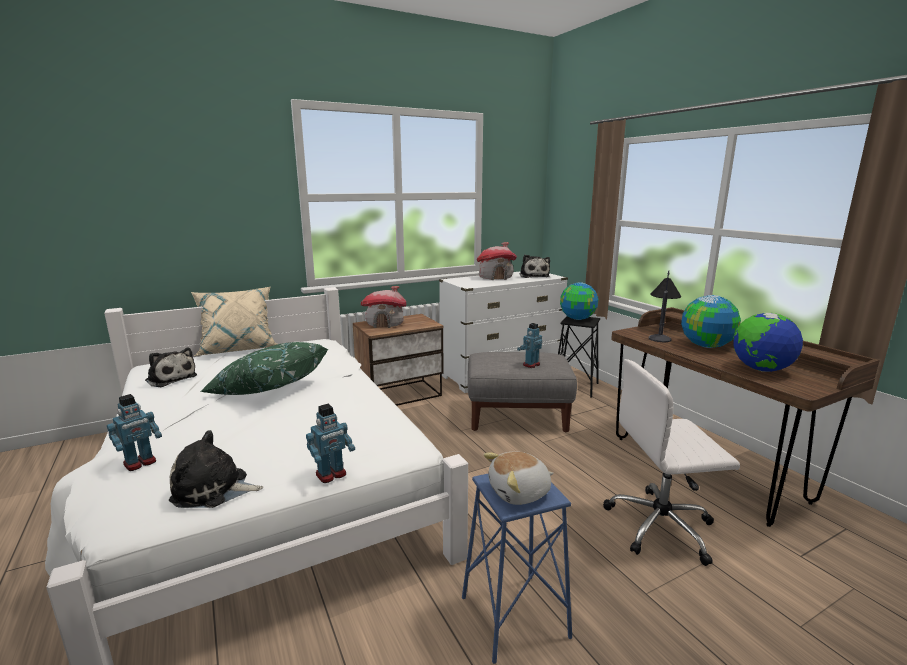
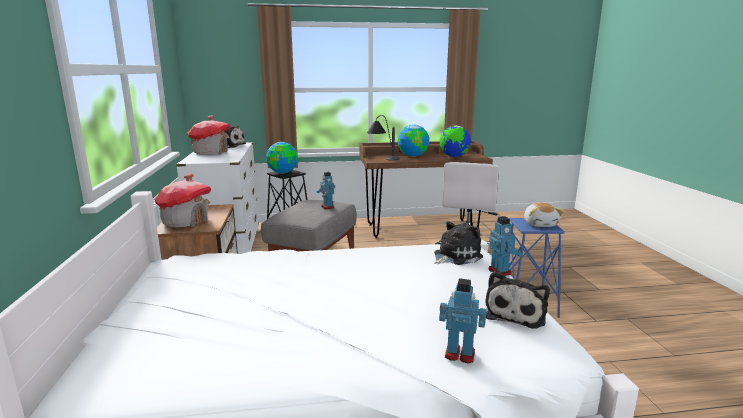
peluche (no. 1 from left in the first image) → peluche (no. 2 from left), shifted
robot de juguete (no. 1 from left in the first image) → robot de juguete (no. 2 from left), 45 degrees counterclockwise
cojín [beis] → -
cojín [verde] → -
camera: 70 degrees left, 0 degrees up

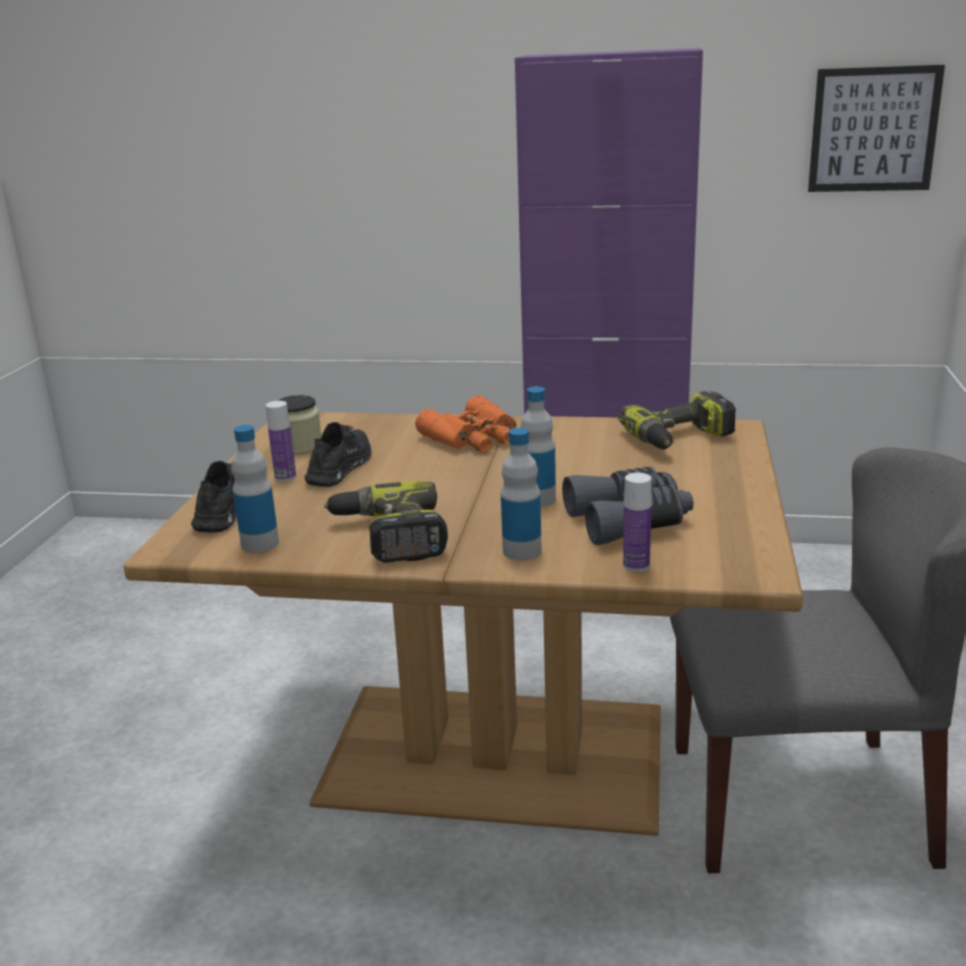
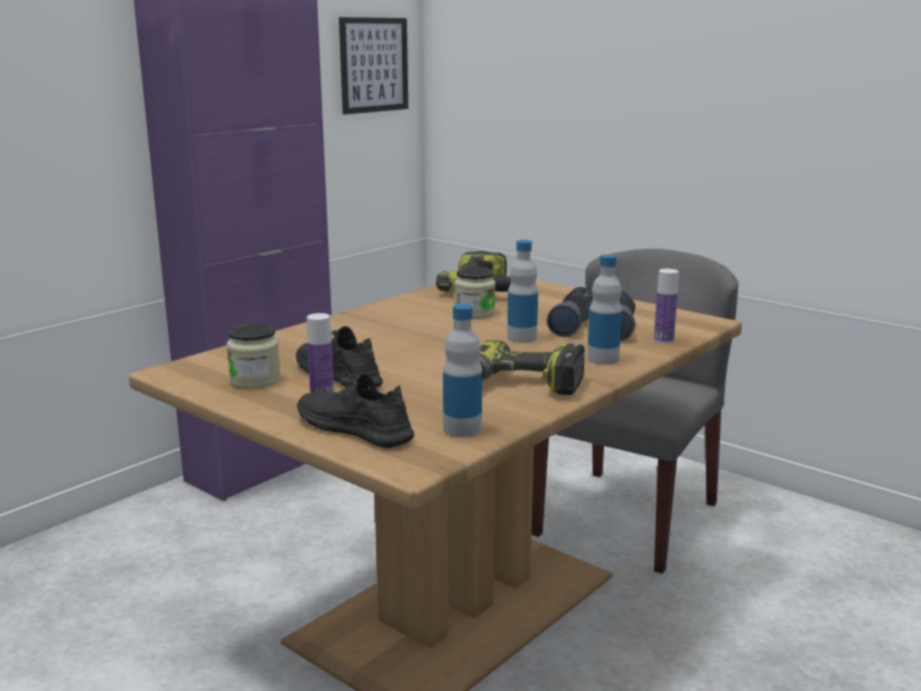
- → tarro (no. 2 from left)
prismáticos [naranja] → -
camera: 60 degrees left, 5 degrees down

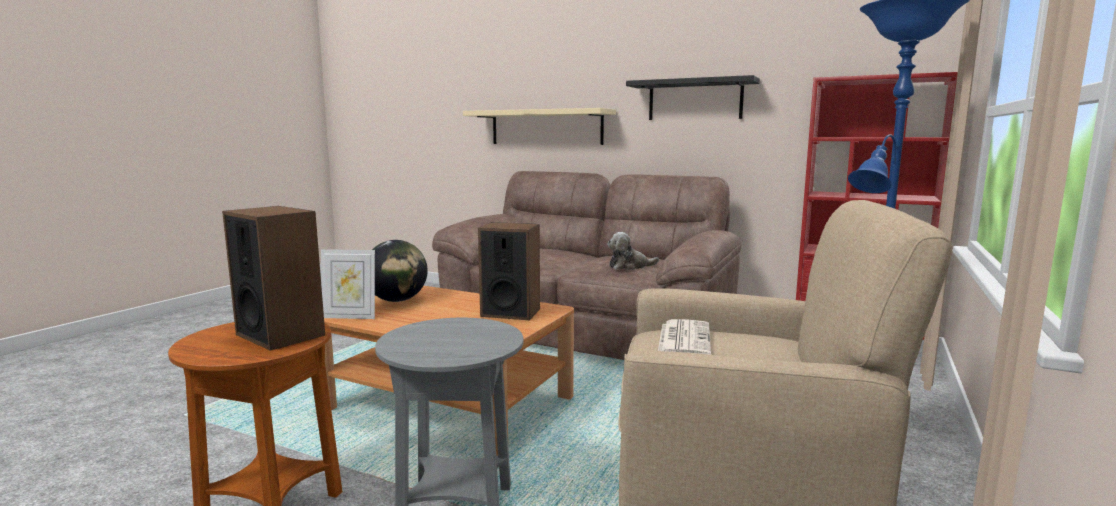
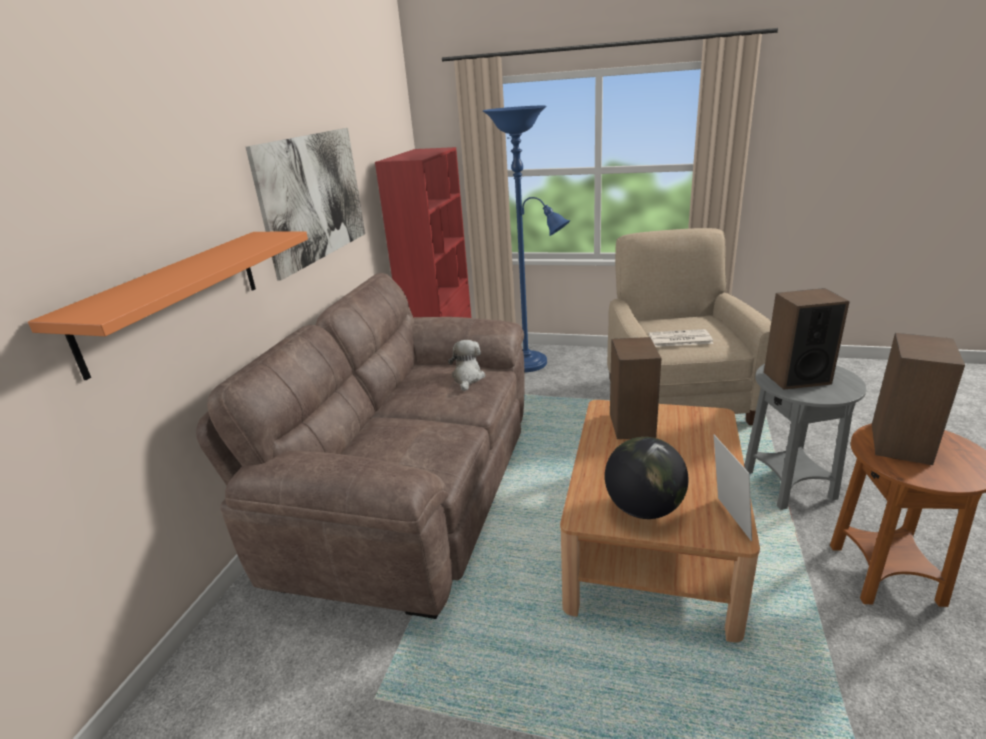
estante [beis] → estante [naranja]
estante [negro] → cuadro
peluche, 150 degrees counterclockwise
- → altavoz (no. 2 from left)
camera: 100 degrees left, 15 degrees up

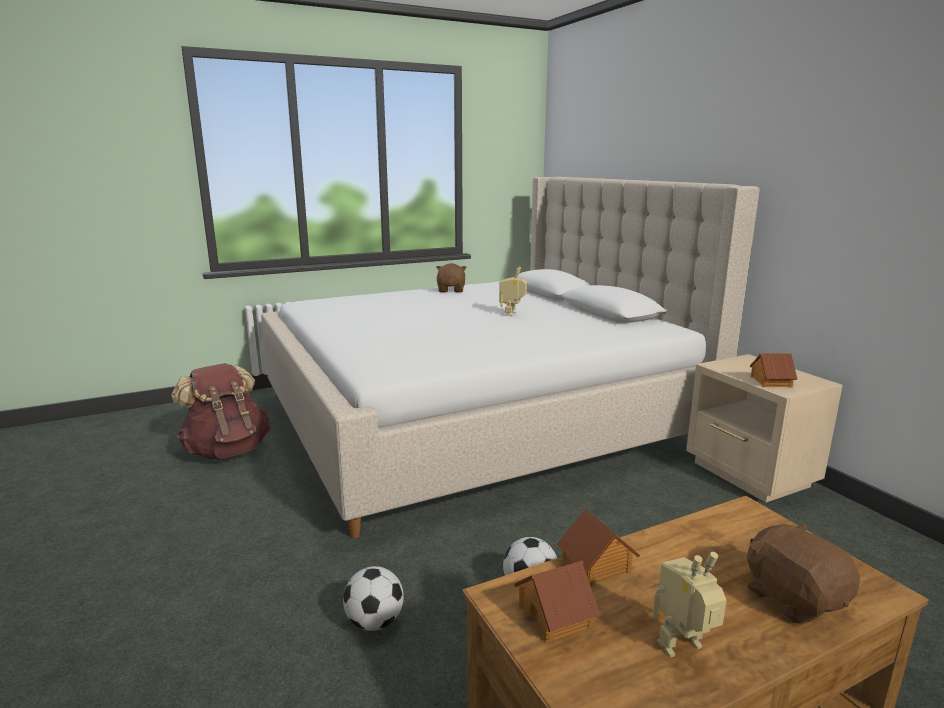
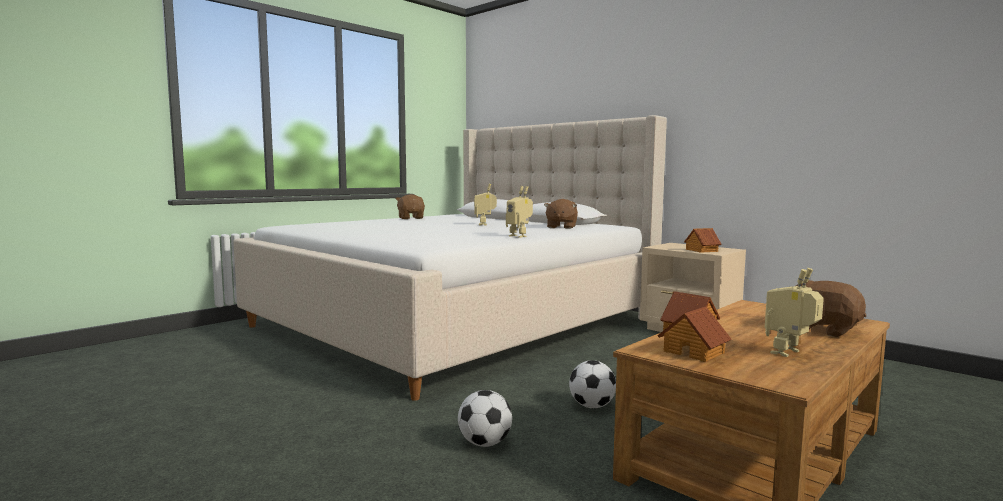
- → robot de juguete (no. 2 from left)
- → peluche [marrón] (no. 2 from left)
mochila [marrón] → -
camera: 20 degrees left, 10 degrees down

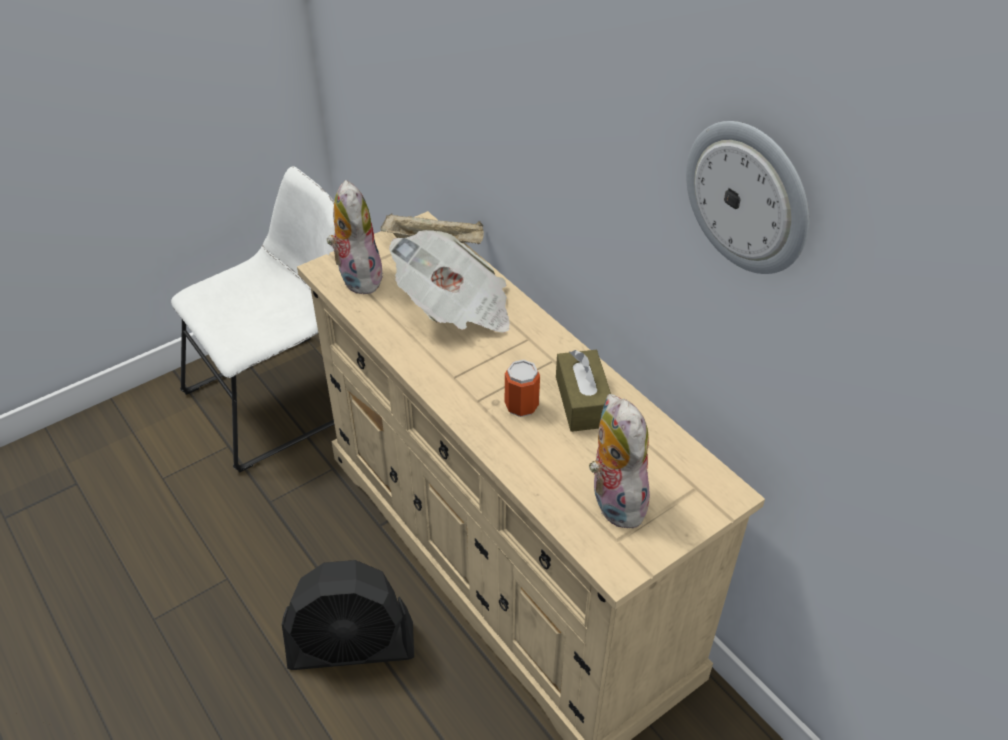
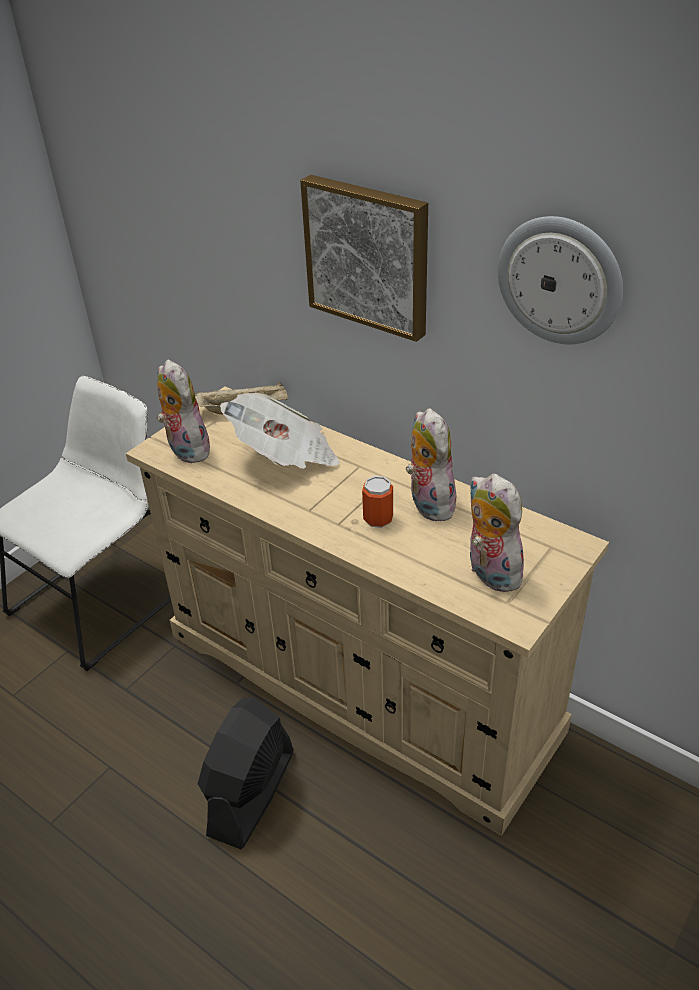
ventilador [negro], 135 degrees clockwise
- → cuadro
caja de pañuelos [marrón] → peluche (no. 2 from left)
camera: 15 degrees left, 5 degrees down

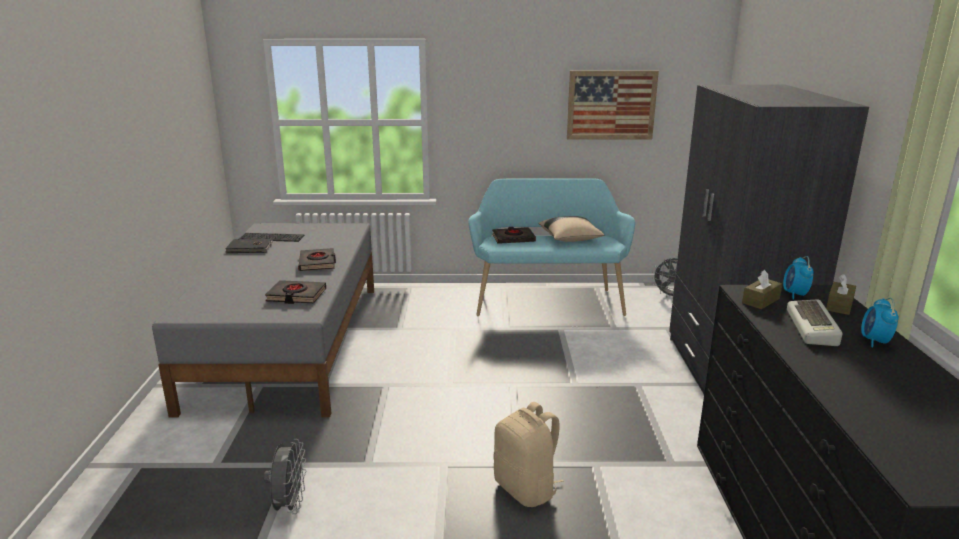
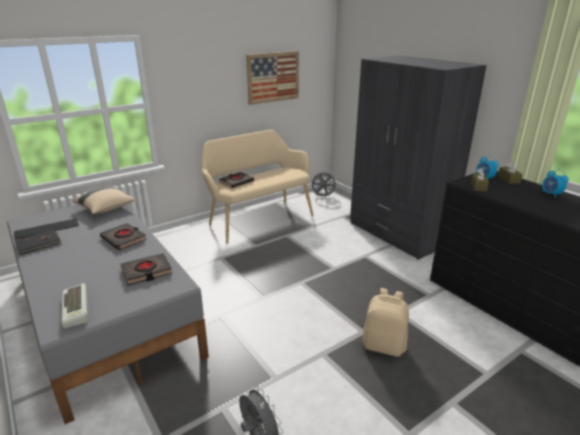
teclado (no. 2 from left), shifted
cojín [beis], shifted
banco [turquesa] → banco [beis]
camera: 35 degrees left, 5 degrees up

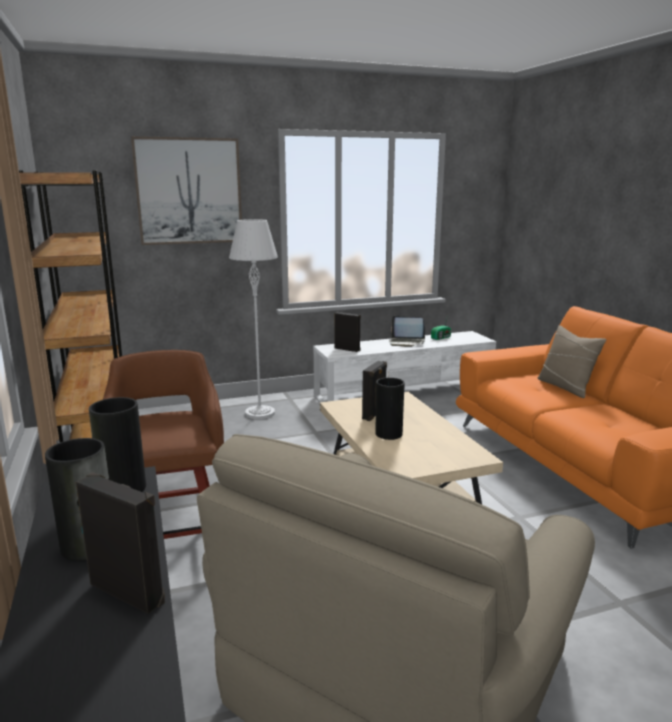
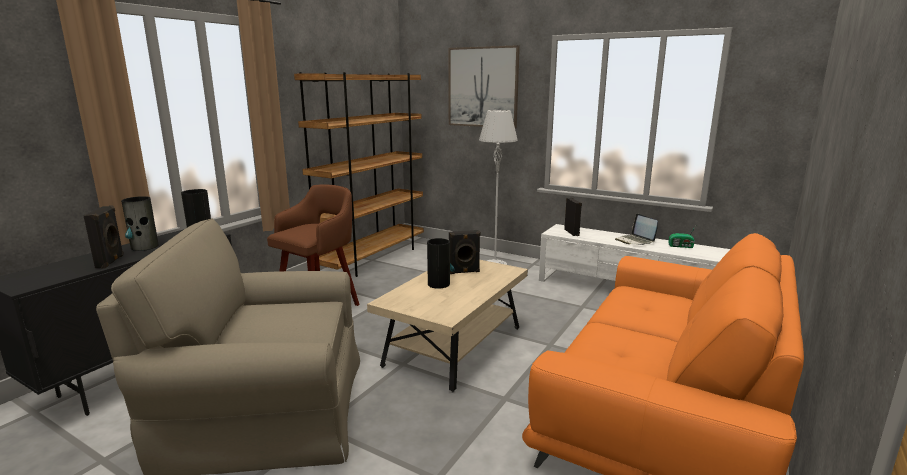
cojín [beis] → -
camera: 50 degrees right, 0 degrees up

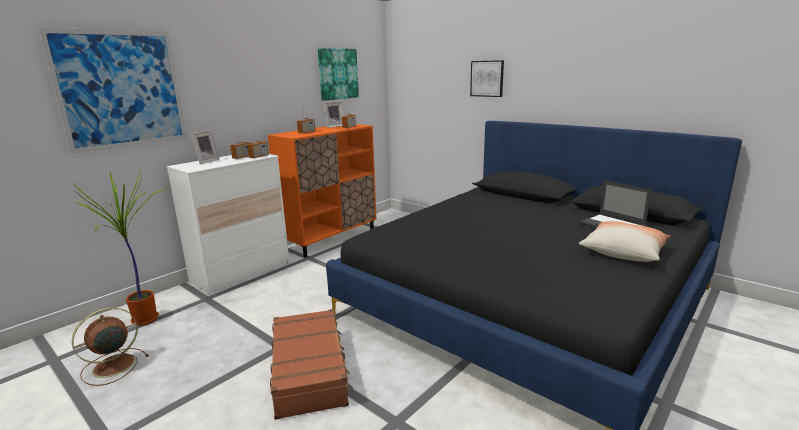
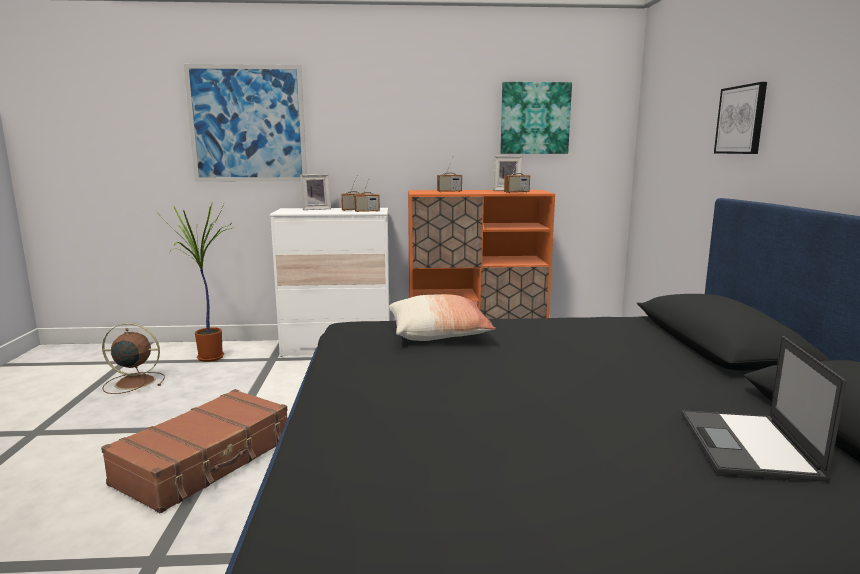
cojín, shifted
camera: 45 degrees right, 5 degrees down

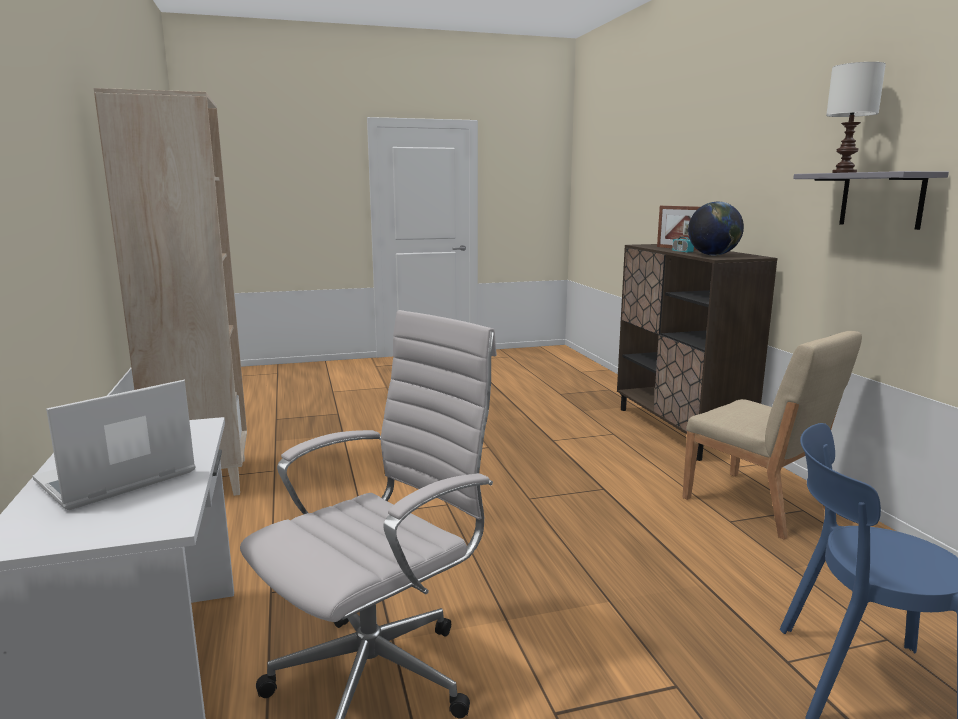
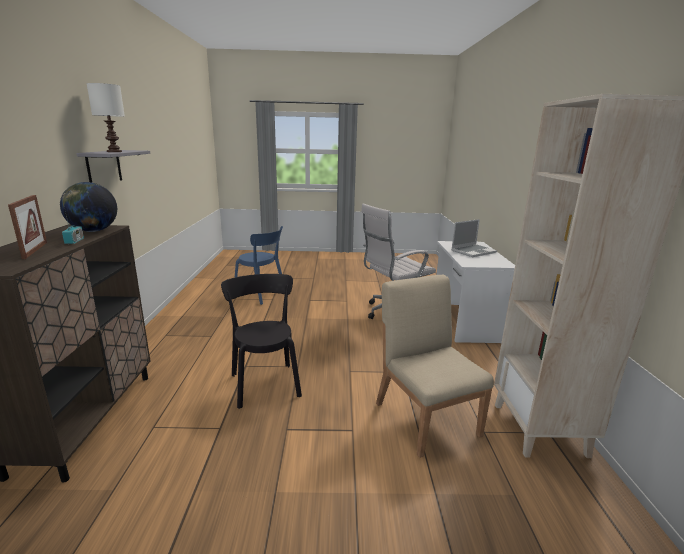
- → silla [negro]
silla [beis], shifted
camera: 165 degrees left, 5 degrees up

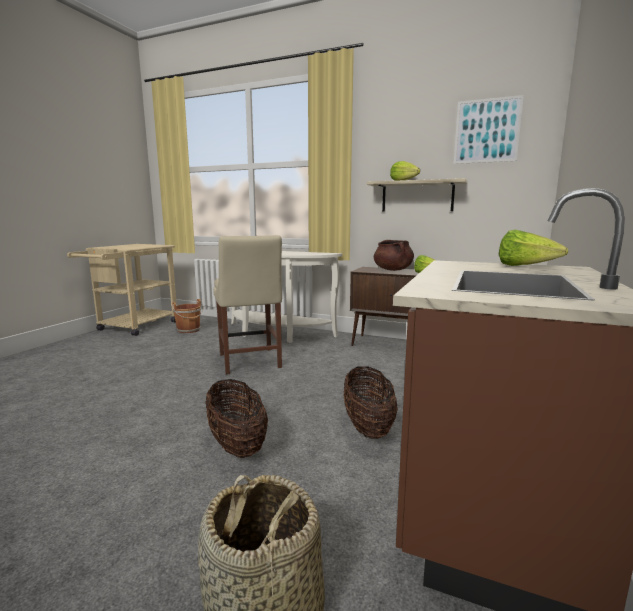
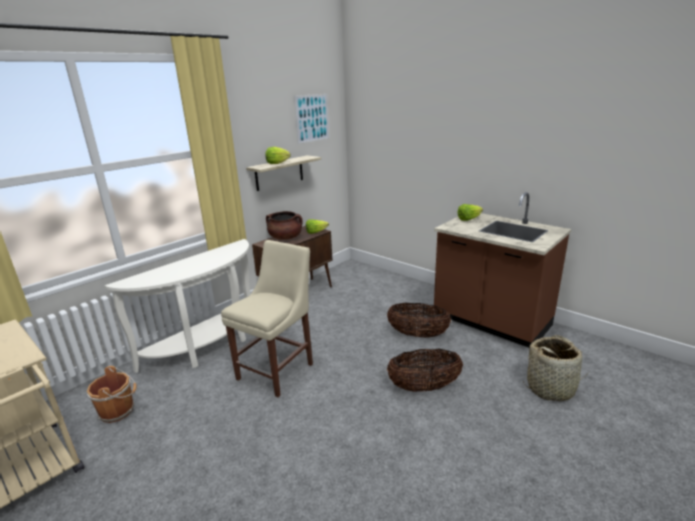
silla [beis], 60 degrees counterclockwise
camera: 70 degrees left, 10 degrees up

